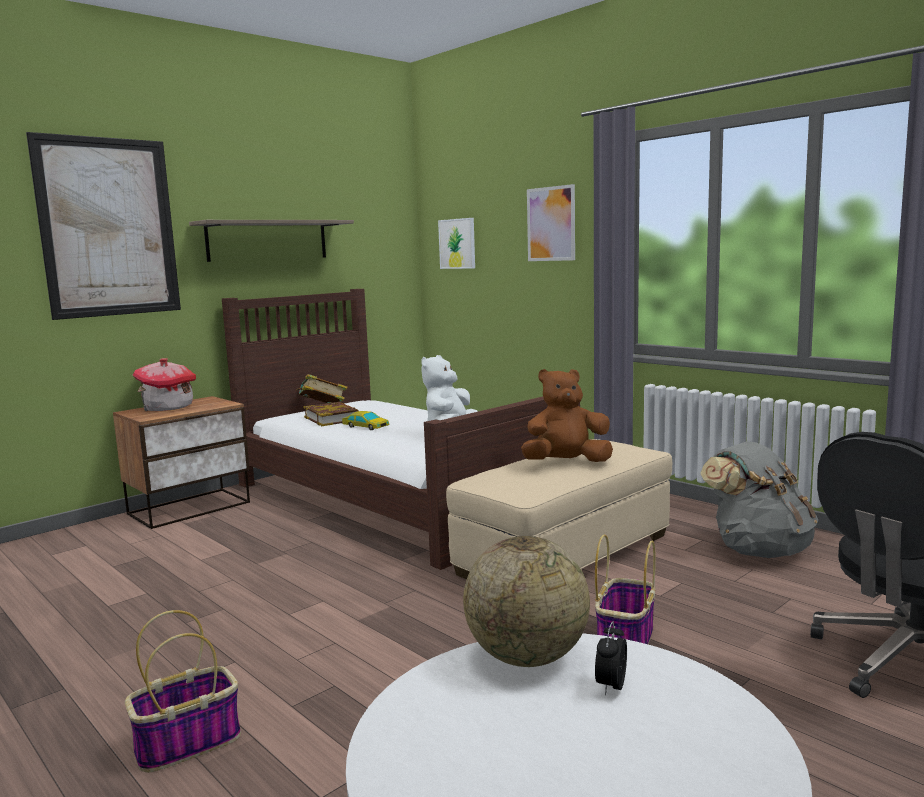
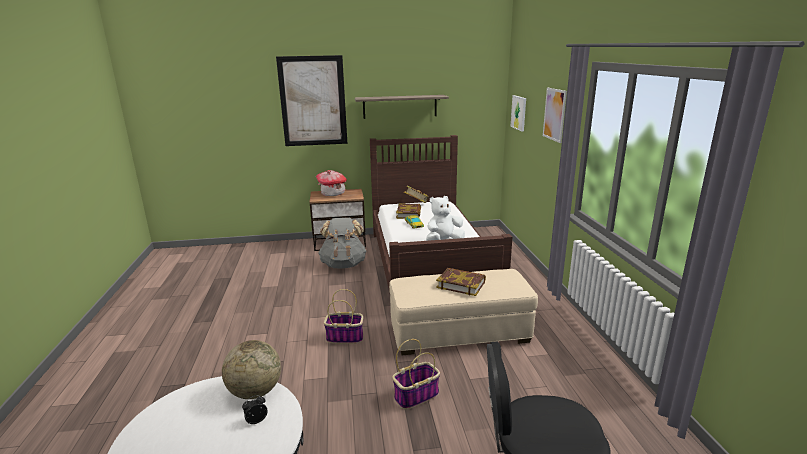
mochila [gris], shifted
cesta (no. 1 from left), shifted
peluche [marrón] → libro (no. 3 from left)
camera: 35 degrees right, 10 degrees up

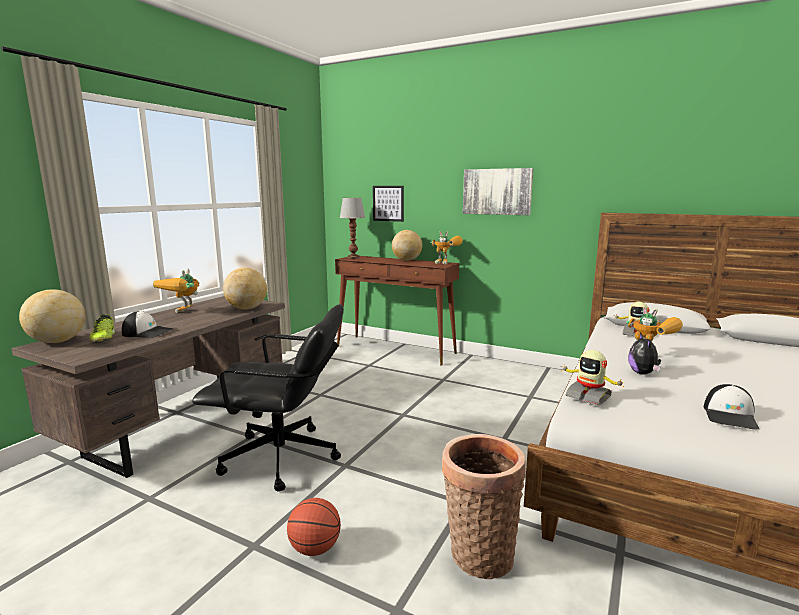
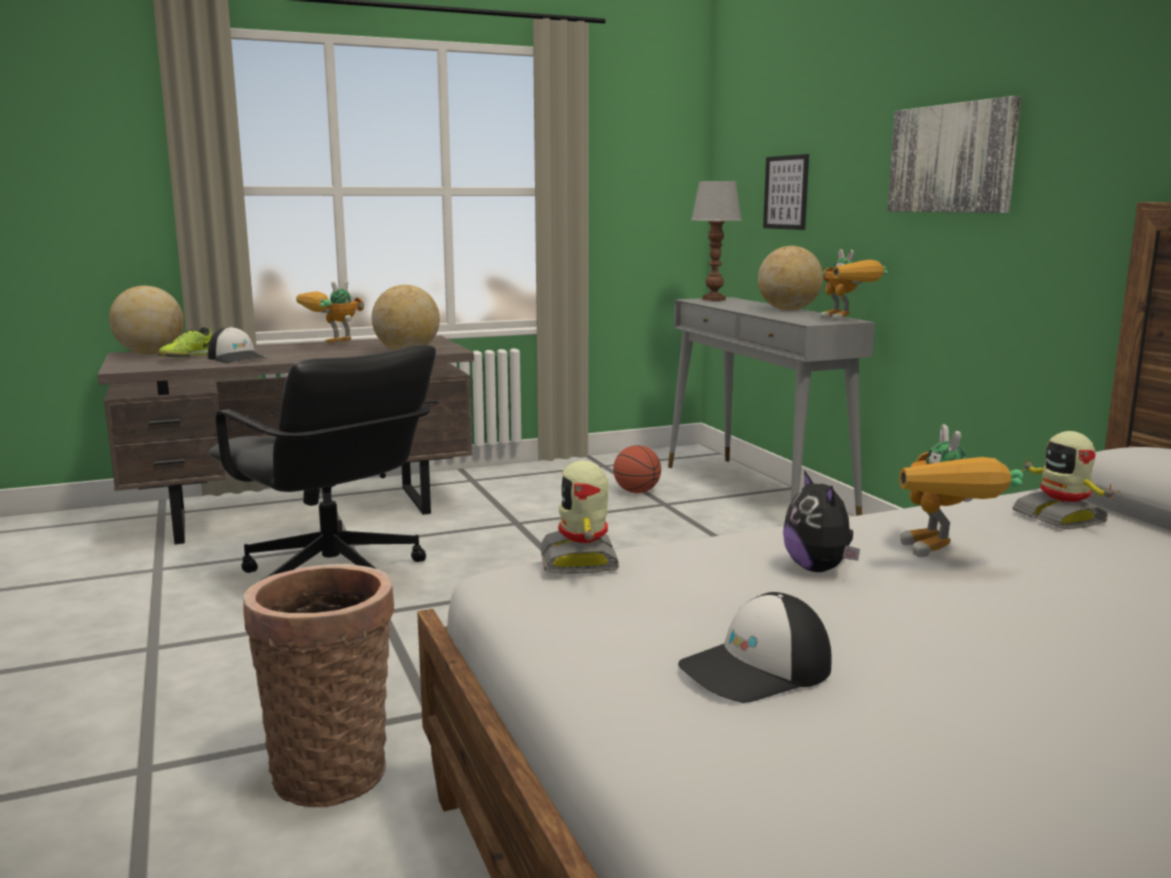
balón de baloncesto, shifted
mesa consola [marrón] → mesa consola [gris]
peluche, 60 degrees counterclockwise
camera: 40 degrees right, 0 degrees up

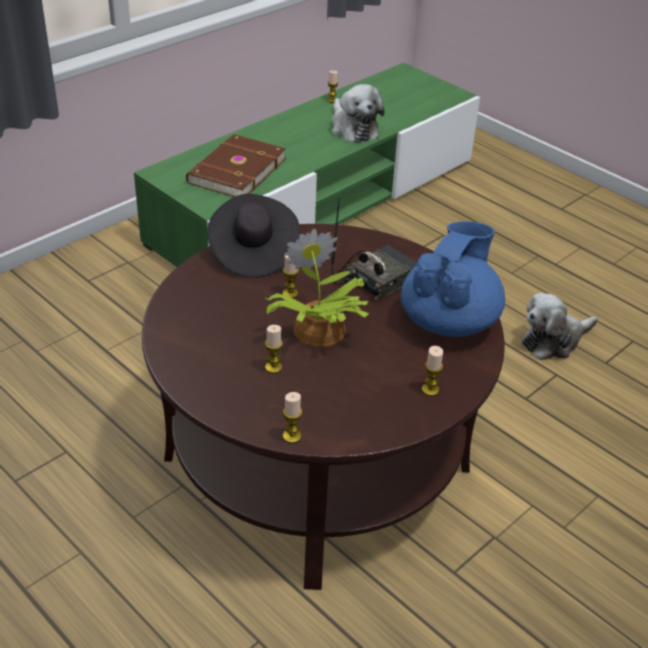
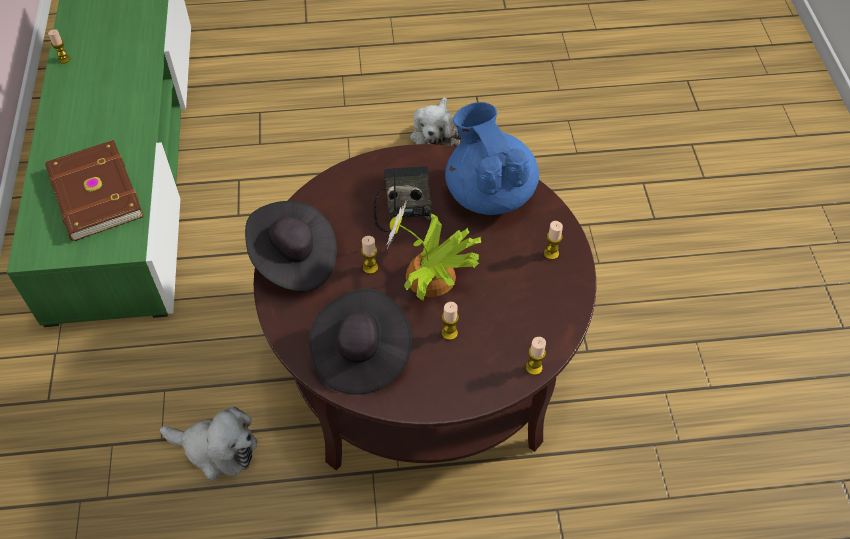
peluche (no. 1 from left), shifted
- → sombrero [negro] (no. 2 from left)
camera: 50 degrees left, 15 degrees up

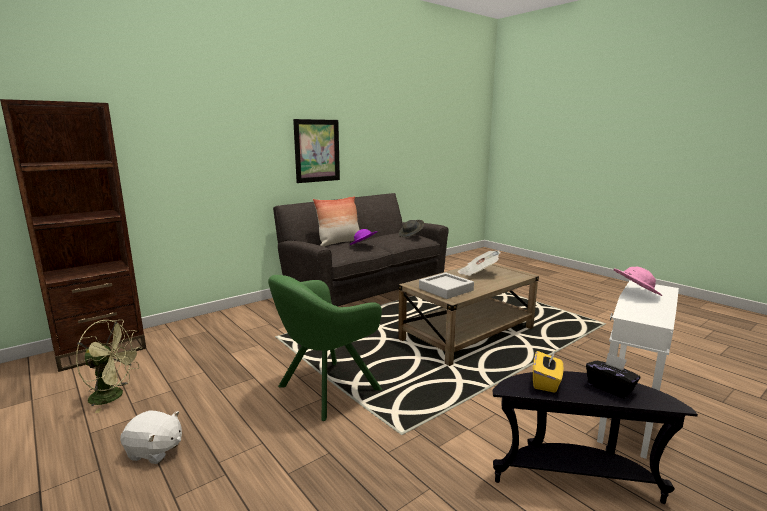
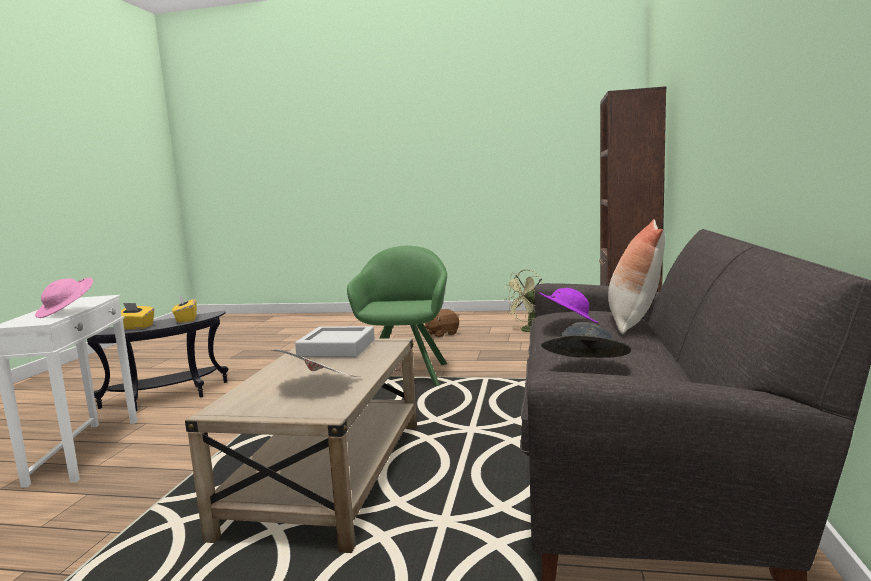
caja de pañuelos [negro] → caja de pañuelos [amarillo] (no. 1 from left)
peluche [blanco] → peluche [marrón]
cuadro → -
camera: 140 degrees right, 5 degrees down

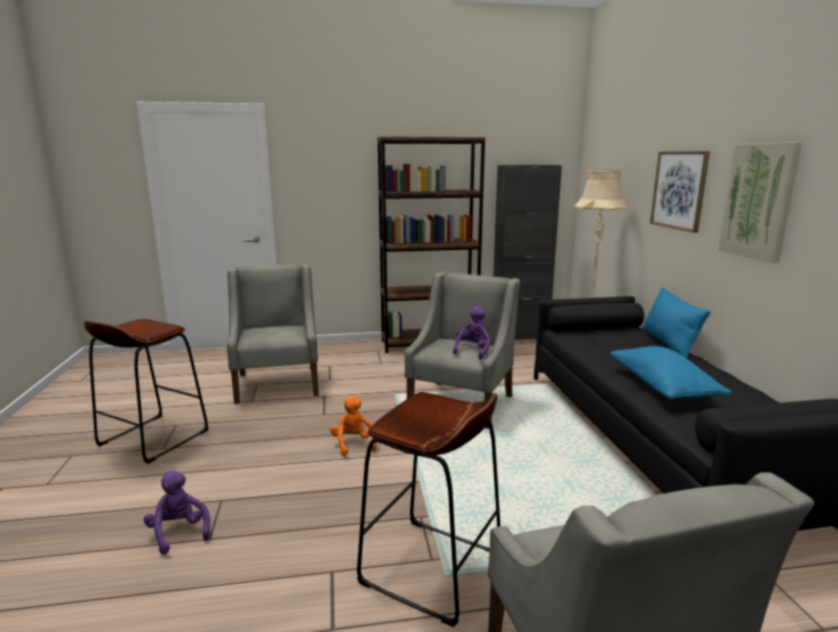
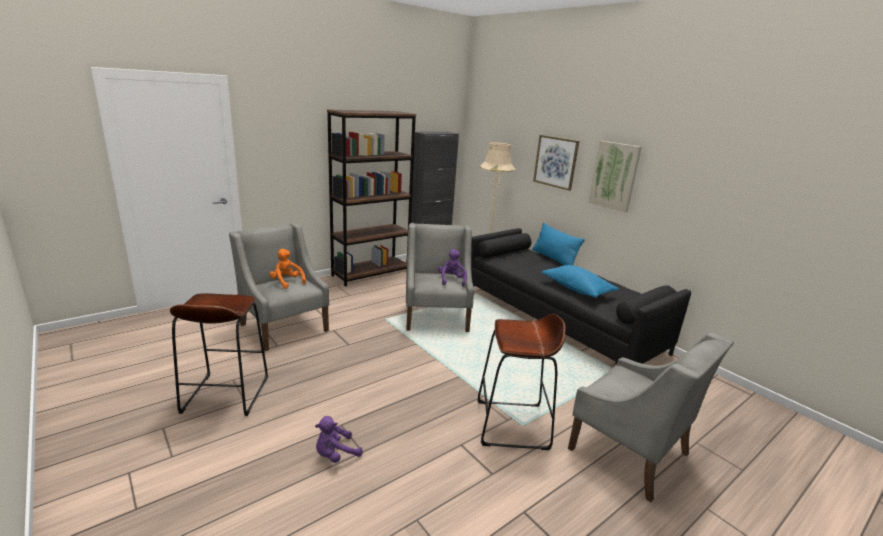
peluche [naranja], shifted
peluche [morado] (no. 1 from left), 60 degrees counterclockwise
camera: 30 degrees left, 5 degrees up

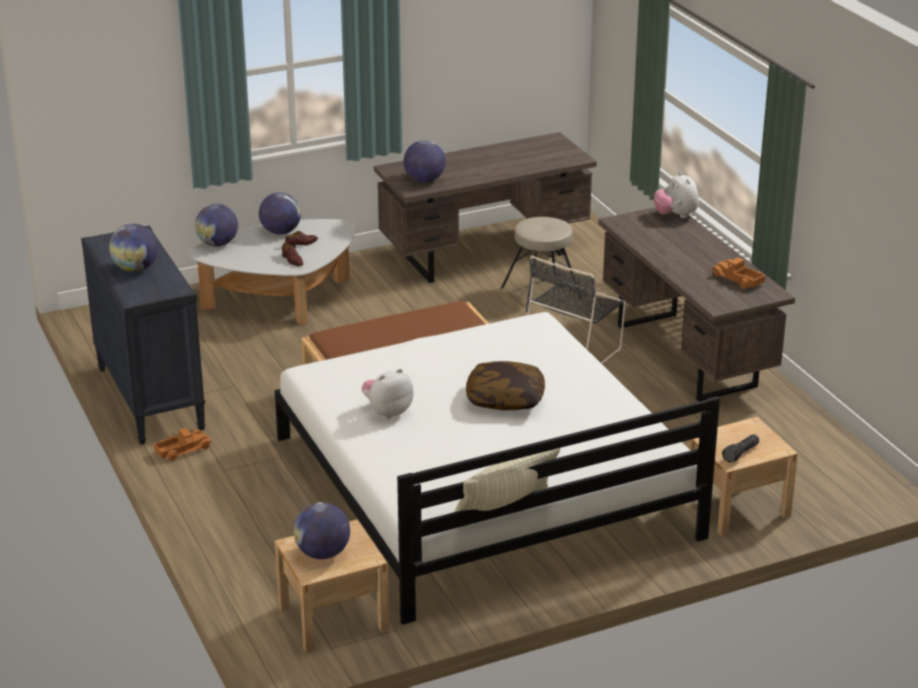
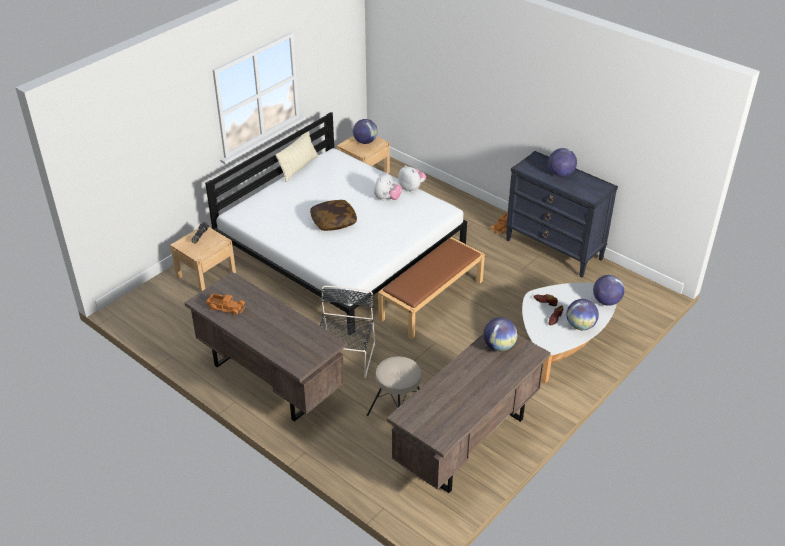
peluche (no. 2 from left), shifted
camera: 155 degrees right, 10 degrees up

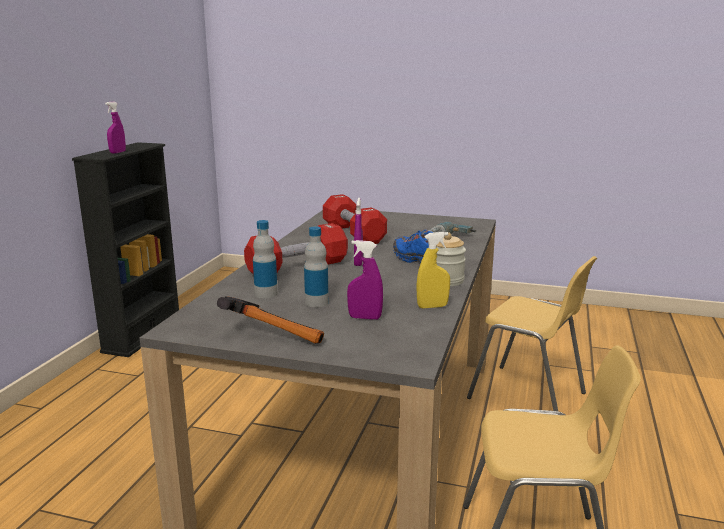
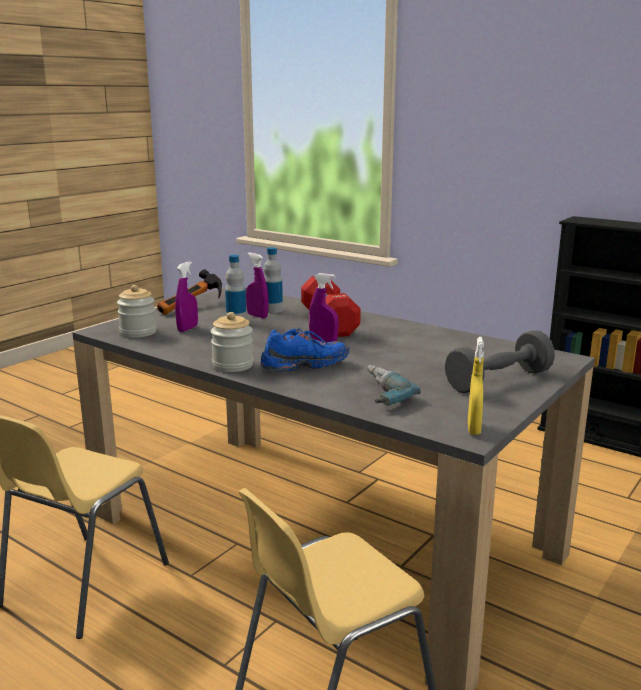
- → tarro (no. 1 from left)
pulverizador [morado] (no. 1 from left in the first image) → pulverizador [morado] (no. 2 from left), shifted
- → mancuerna [gris]
pulverizador [amarillo], shifted
mancuerna [rojo] (no. 2 from left) → -
camera: 110 degrees right, 0 degrees up

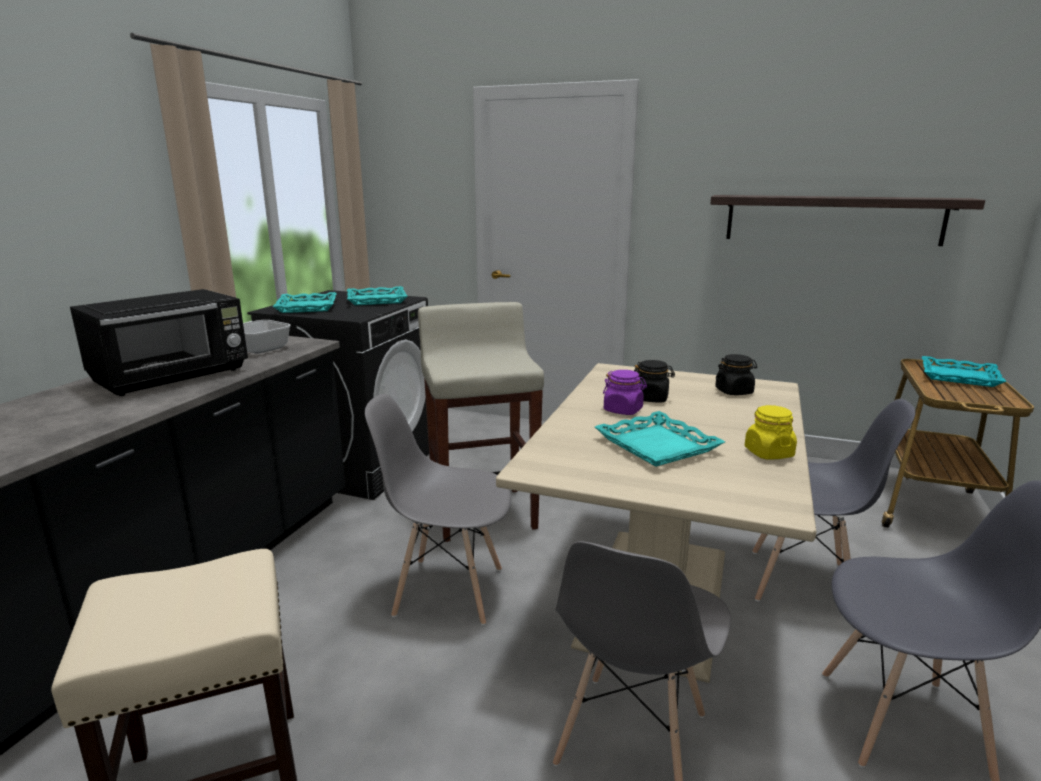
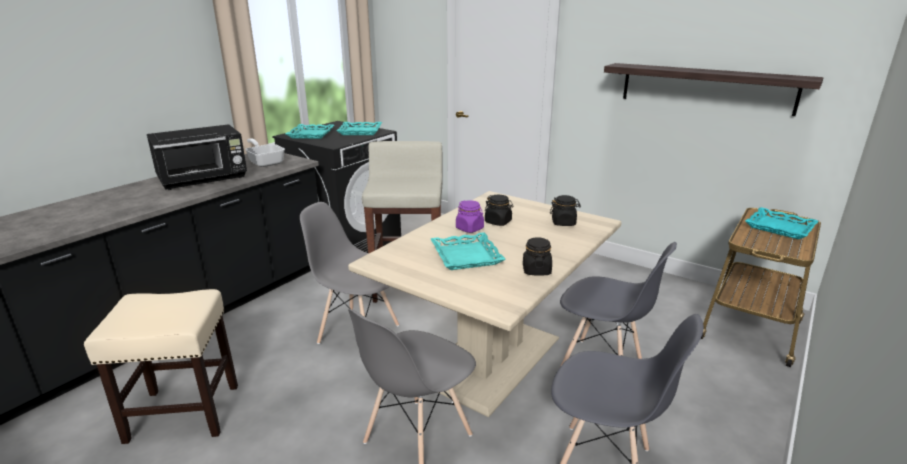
tarro [amarillo] → tarro [negro] (no. 2 from left)
camera: 15 degrees right, 5 degrees up

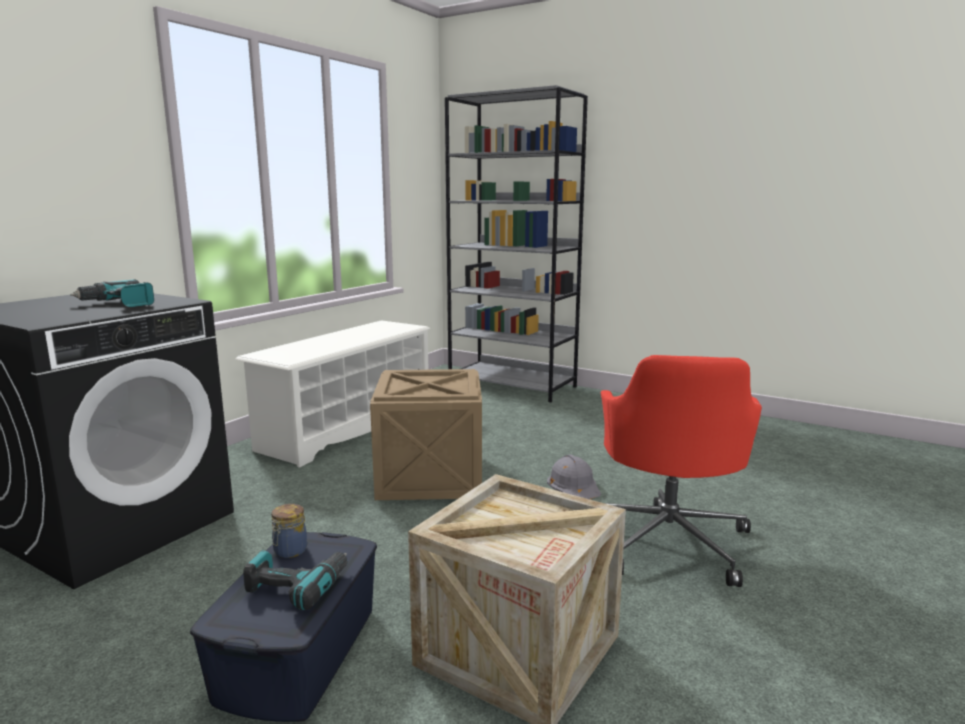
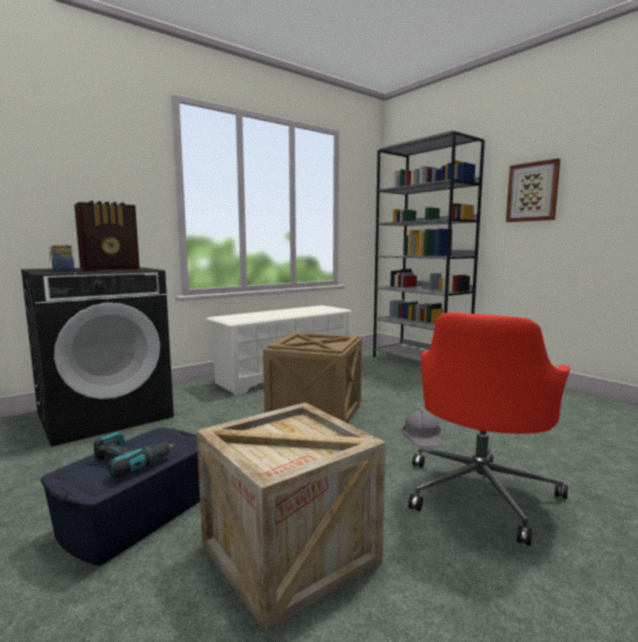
tarro, shifted
taladro (no. 1 from left) → radio
- → cuadro
camera: 20 degrees right, 5 degrees down

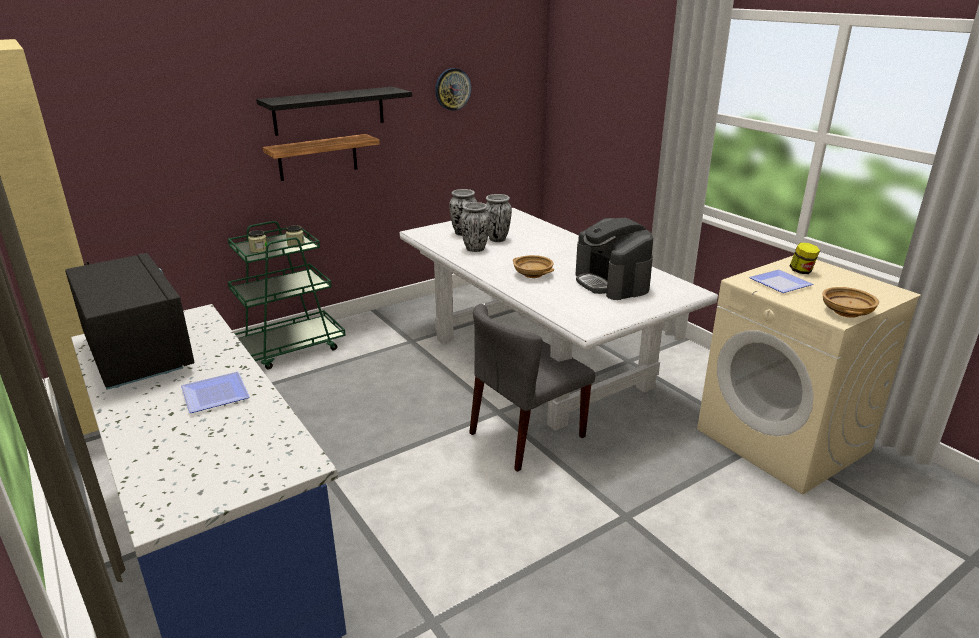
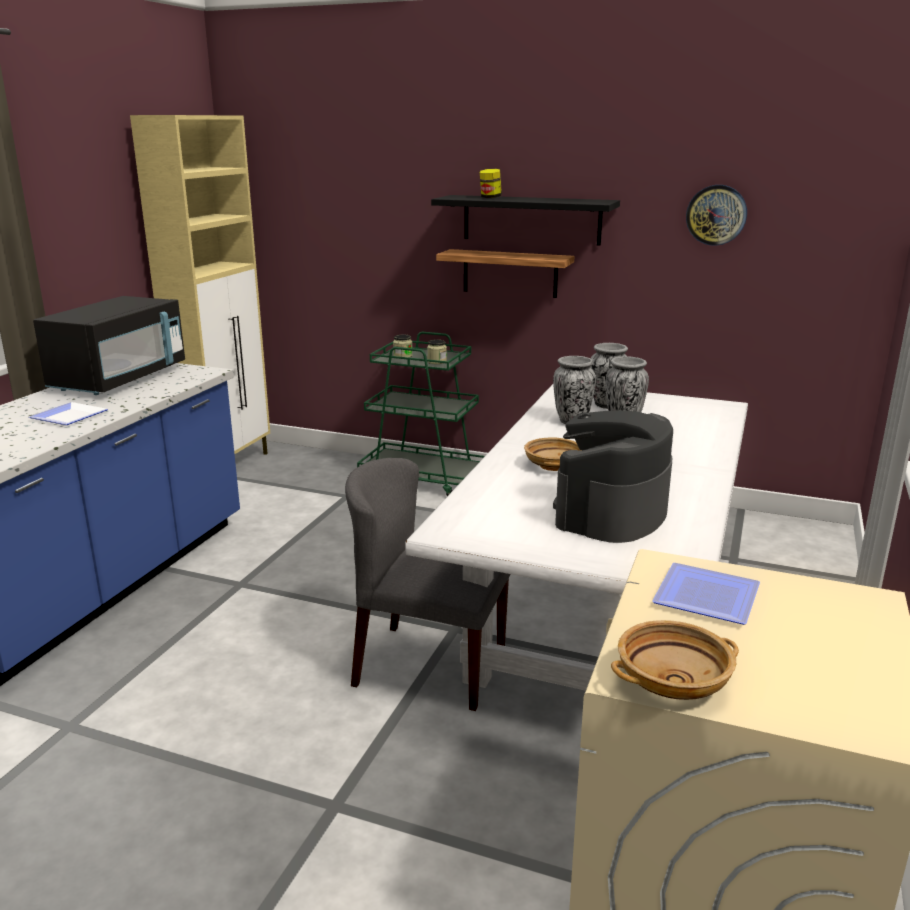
tarro (no. 3 from left), shifted
camera: 55 degrees right, 5 degrees down

